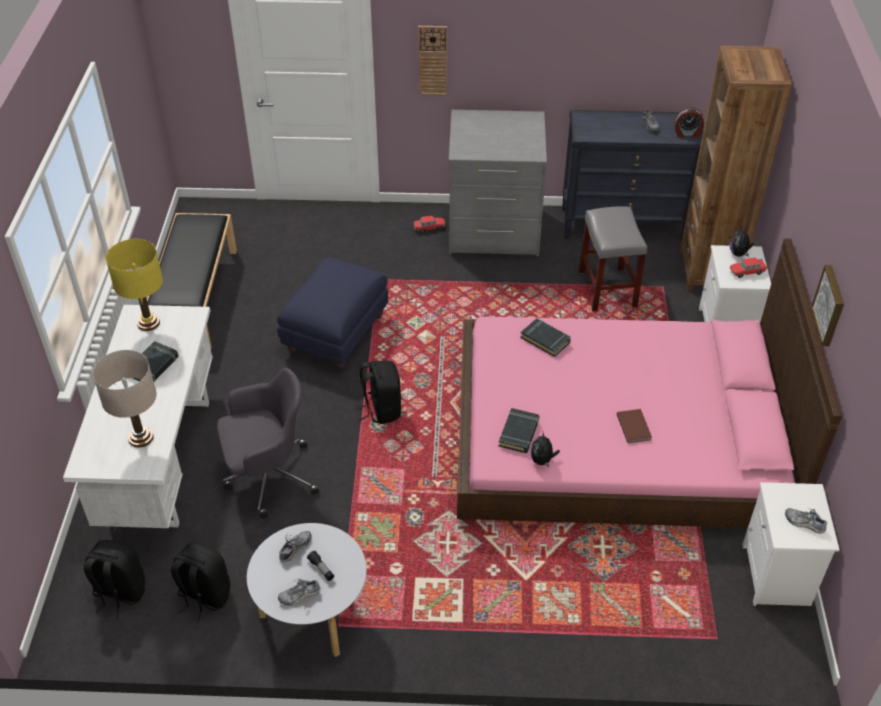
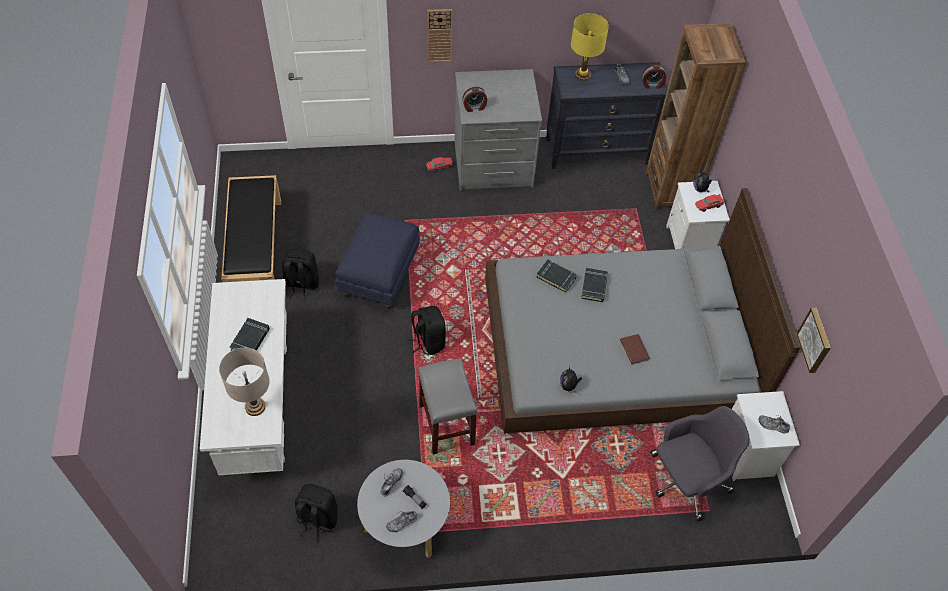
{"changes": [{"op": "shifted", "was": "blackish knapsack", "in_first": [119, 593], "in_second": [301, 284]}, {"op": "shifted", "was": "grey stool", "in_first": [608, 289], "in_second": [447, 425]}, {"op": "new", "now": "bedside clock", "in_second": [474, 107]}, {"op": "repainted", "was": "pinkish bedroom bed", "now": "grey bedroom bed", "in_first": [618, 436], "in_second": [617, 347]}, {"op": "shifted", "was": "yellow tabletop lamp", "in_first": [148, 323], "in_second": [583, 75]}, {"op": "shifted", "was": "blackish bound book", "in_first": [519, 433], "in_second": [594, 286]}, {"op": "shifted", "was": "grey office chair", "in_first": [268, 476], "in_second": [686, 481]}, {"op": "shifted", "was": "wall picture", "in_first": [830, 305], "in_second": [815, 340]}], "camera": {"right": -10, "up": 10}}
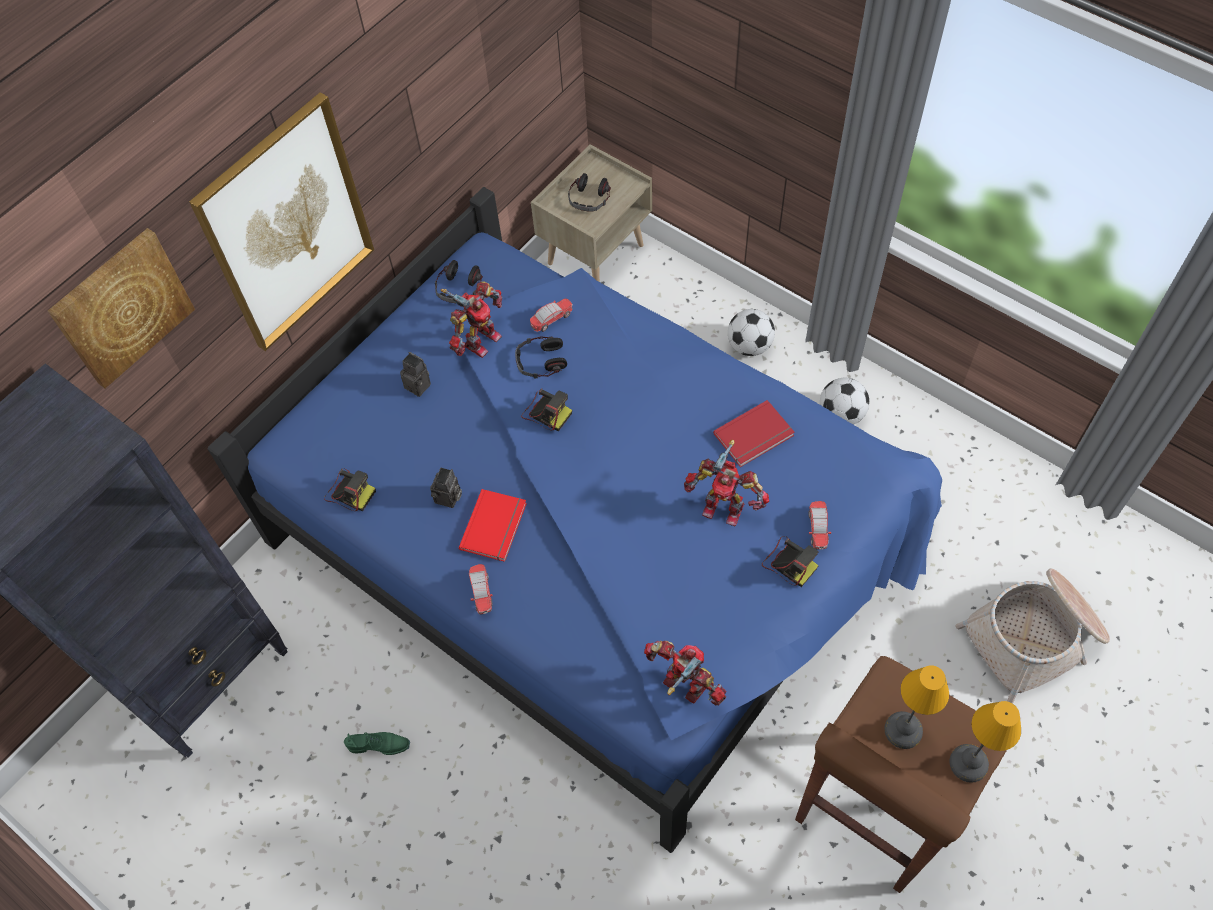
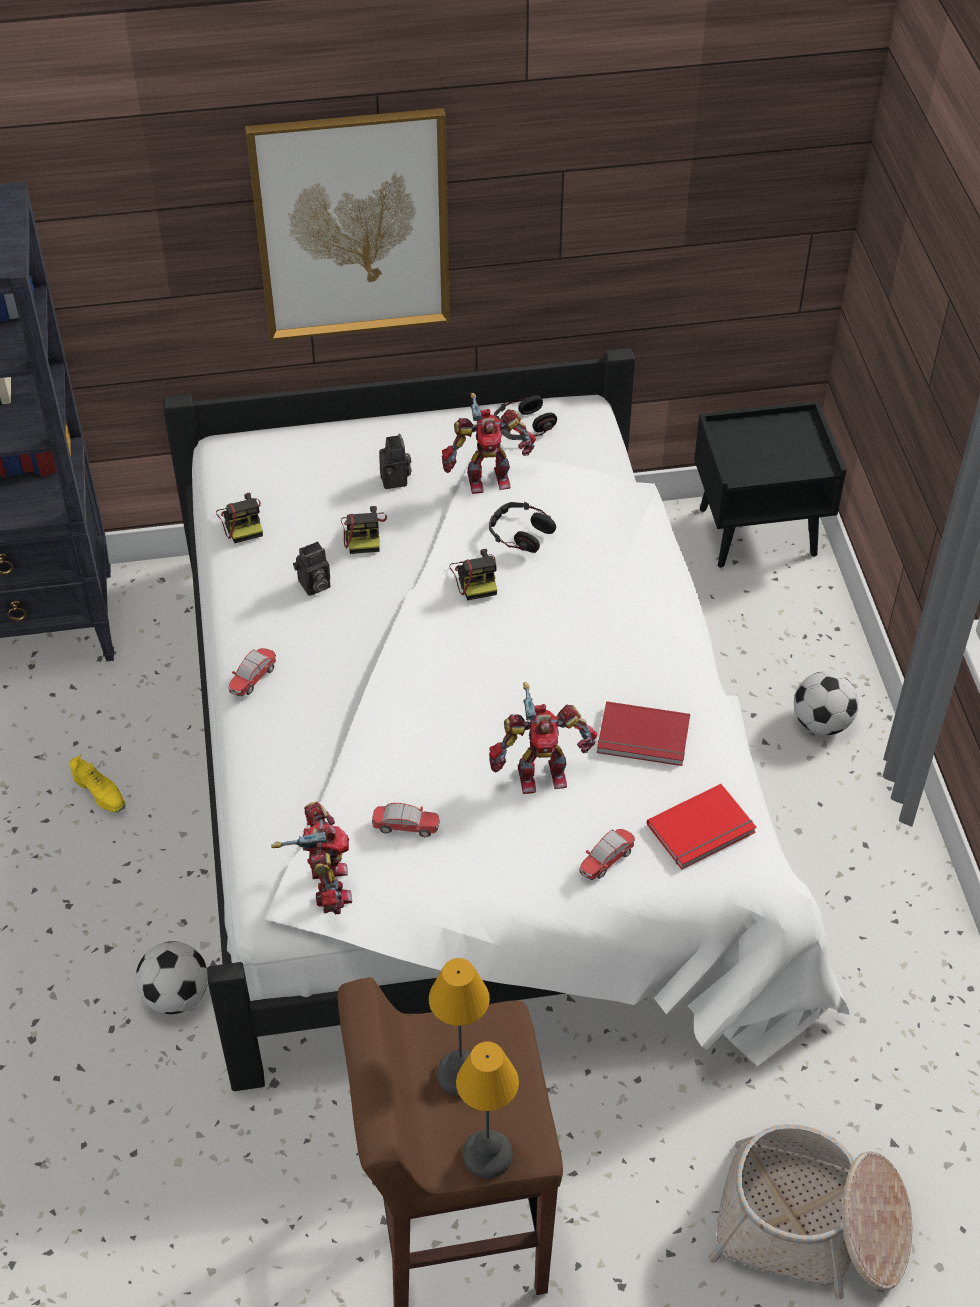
{"changes": [{"op": "repainted", "was": "green item of footwear", "now": "yellow item of footwear", "in_first": [379, 745], "in_second": [100, 792]}, {"op": "shifted", "was": "ball for football", "in_first": [841, 414], "in_second": [176, 995]}, {"op": "repainted", "was": "bluish bedroom bed", "now": "white-coloured bedroom bed", "in_first": [600, 537], "in_second": [475, 779]}, {"op": "shifted", "was": "photo camera", "in_first": [789, 563], "in_second": [364, 533]}, {"op": "shifted", "was": "miniature car", "in_first": [551, 320], "in_second": [405, 827]}, {"op": "rotated", "was": "robot figure", "in_first": [724, 507], "in_second": [540, 773], "clockwise": -75}, {"op": "shifted", "was": "red-coloured bound book", "in_first": [495, 526], "in_second": [703, 830]}, {"op": "repainted", "was": "sand-coloured night table", "now": "blackish night table", "in_first": [595, 253], "in_second": [758, 531]}, {"op": "gone", "was": "wall picture", "in_first": [121, 307]}, {"op": "gone", "was": "headphones", "in_first": [589, 198]}], "camera": {"right": 40, "up": -10}}
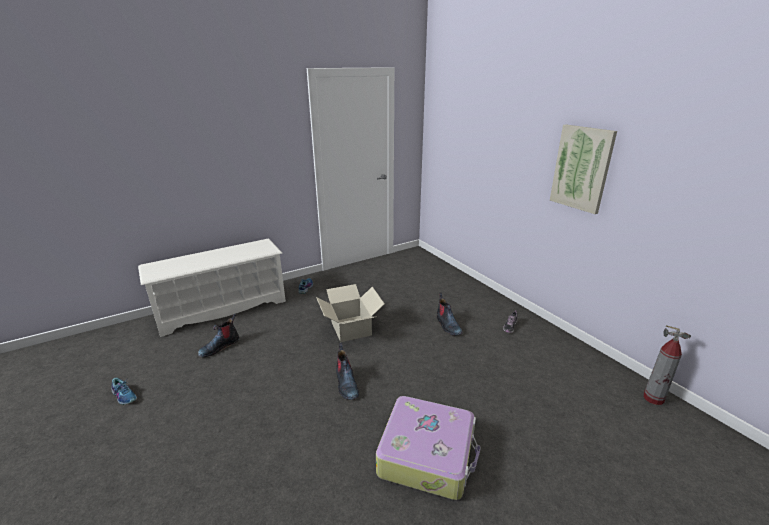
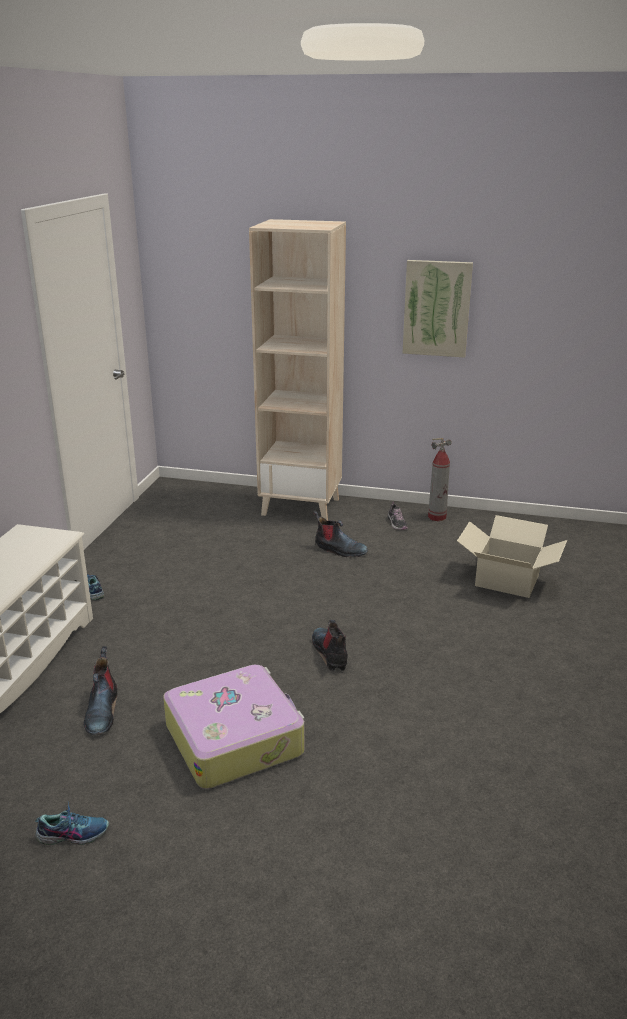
{"changes": [{"op": "shifted", "was": "suitcase", "in_first": [427, 454], "in_second": [235, 738]}, {"op": "new", "now": "sand-coloured bookshelf", "in_second": [301, 506]}, {"op": "rotated", "was": "tall boot", "in_first": [346, 384], "in_second": [331, 654], "clockwise": -135}, {"op": "shifted", "was": "extinguisher", "in_first": [653, 398], "in_second": [437, 517]}, {"op": "shifted", "was": "packing box", "in_first": [350, 328], "in_second": [507, 581]}], "camera": {"right": -45, "up": 0}}
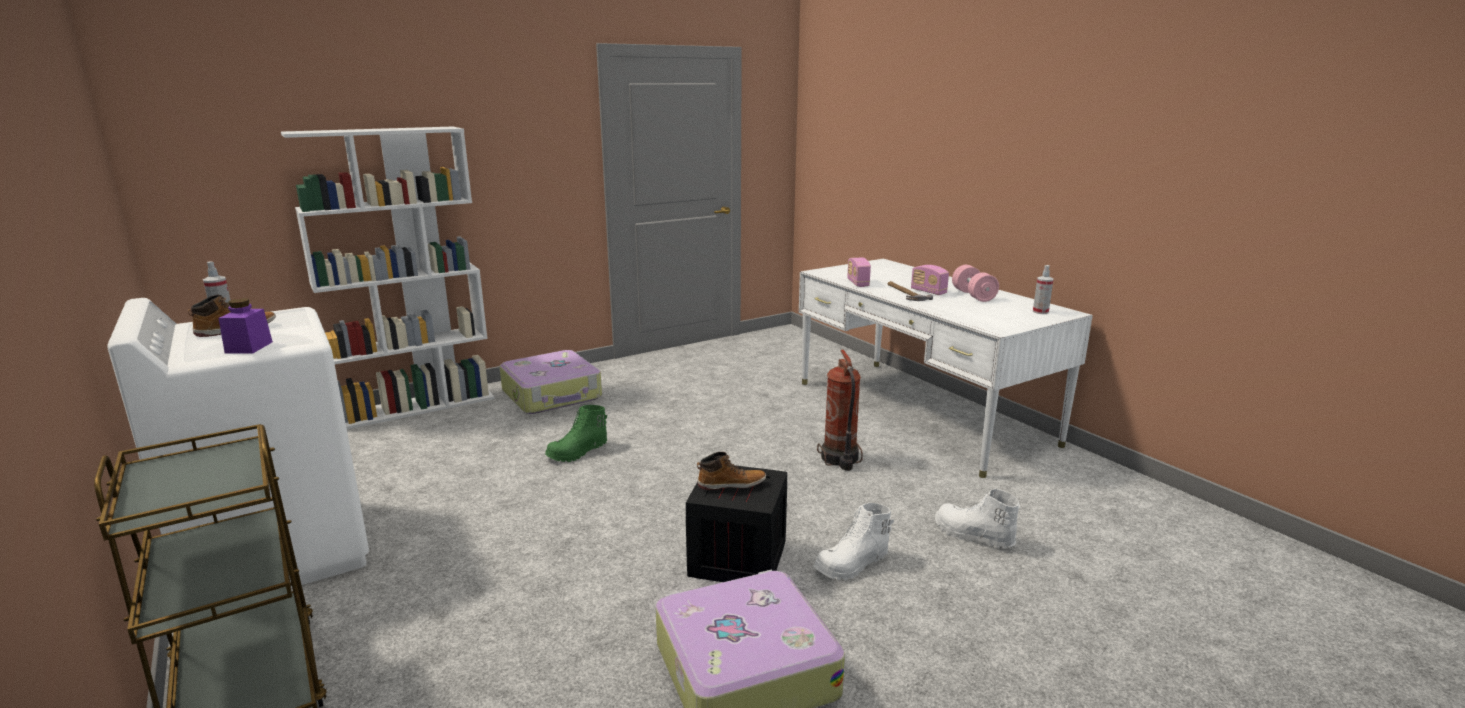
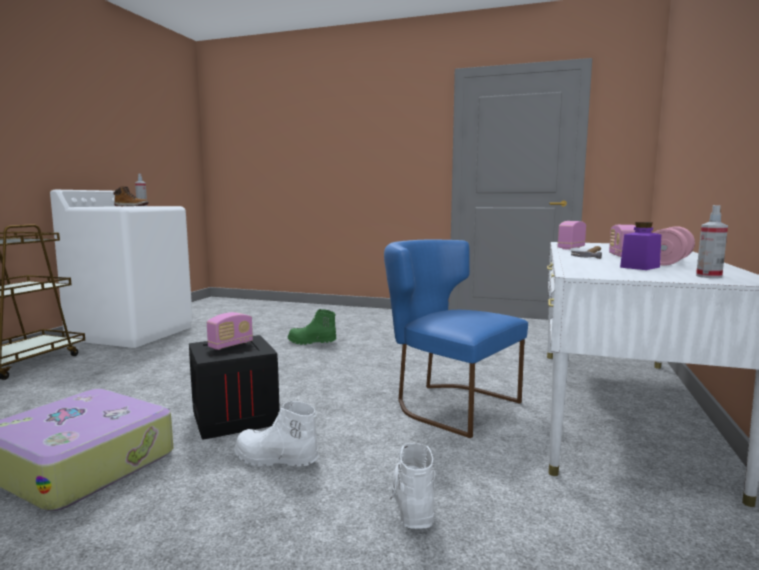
{"changes": [{"op": "swapped", "was": "tall boot", "now": "radio receiver", "in_first": [731, 484], "in_second": [231, 345]}, {"op": "swapped", "was": "extinguisher", "now": "bluish upright chair", "in_first": [839, 459], "in_second": [448, 404]}, {"op": "shifted", "was": "purple-coloured storage jar", "in_first": [249, 347], "in_second": [640, 267]}, {"op": "gone", "was": "white-coloured bookshelf", "in_first": [417, 406]}, {"op": "gone", "was": "suitcase", "in_first": [553, 395]}], "camera": {"right": 50, "up": -10}}
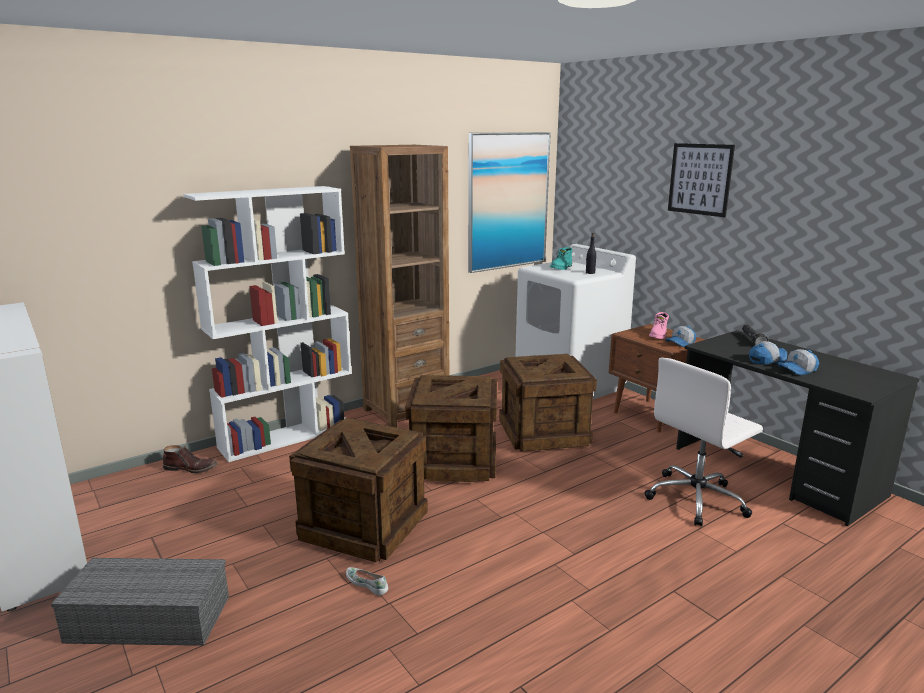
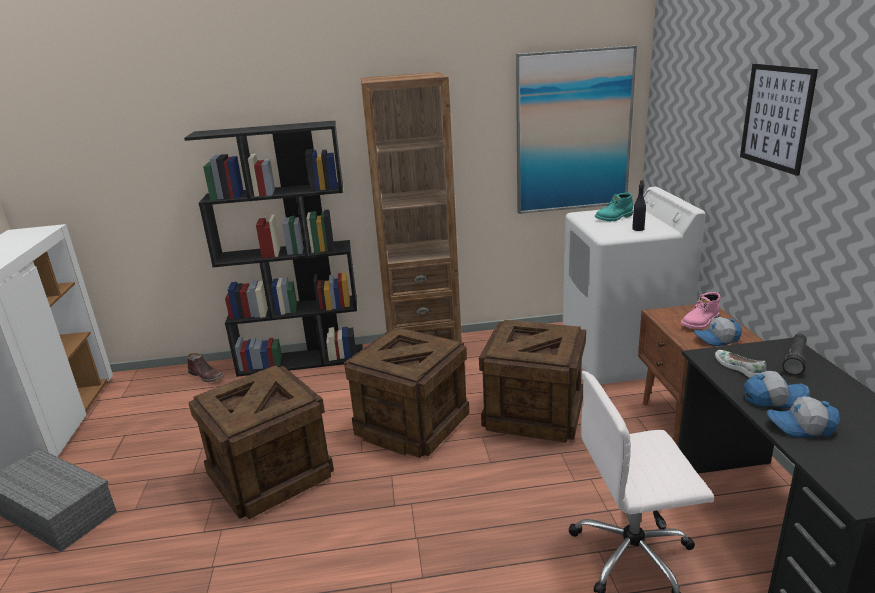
{"changes": [{"op": "repainted", "was": "white-coloured bookshelf", "now": "blackish bookshelf", "in_first": [288, 436], "in_second": [302, 360]}, {"op": "shifted", "was": "white-coloured item of footwear", "in_first": [367, 584], "in_second": [739, 368]}], "camera": {"right": 30, "up": 5}}
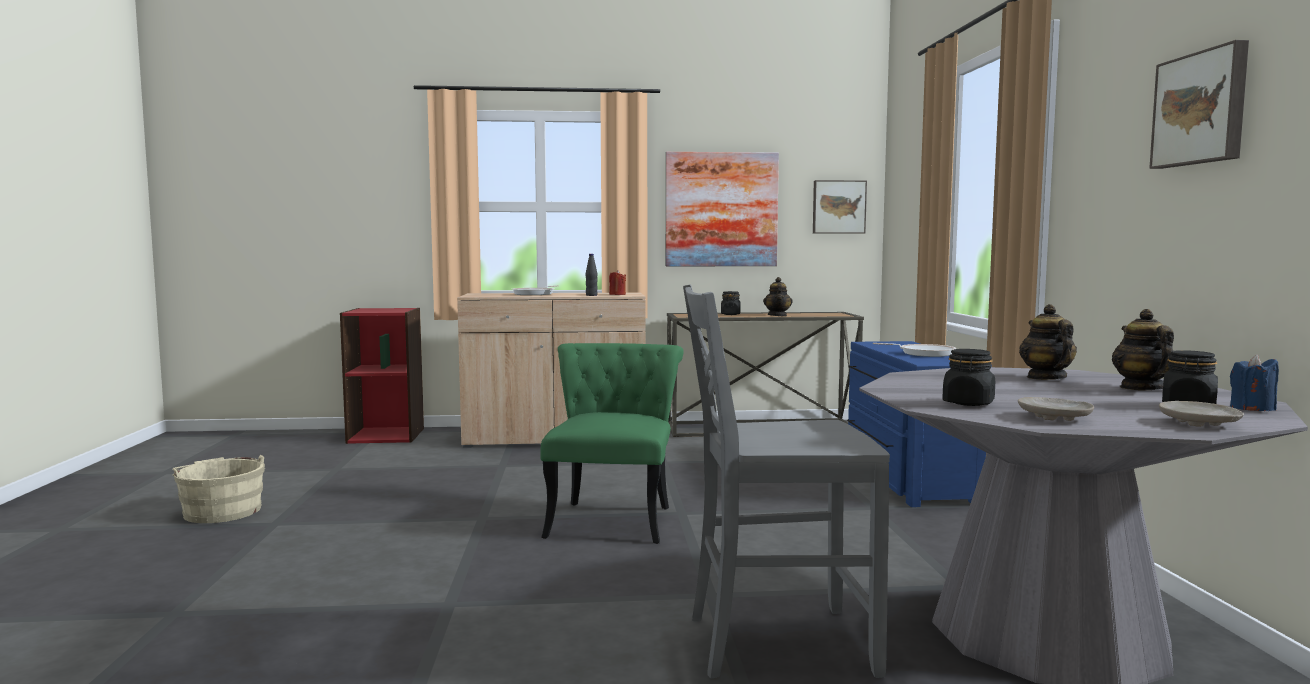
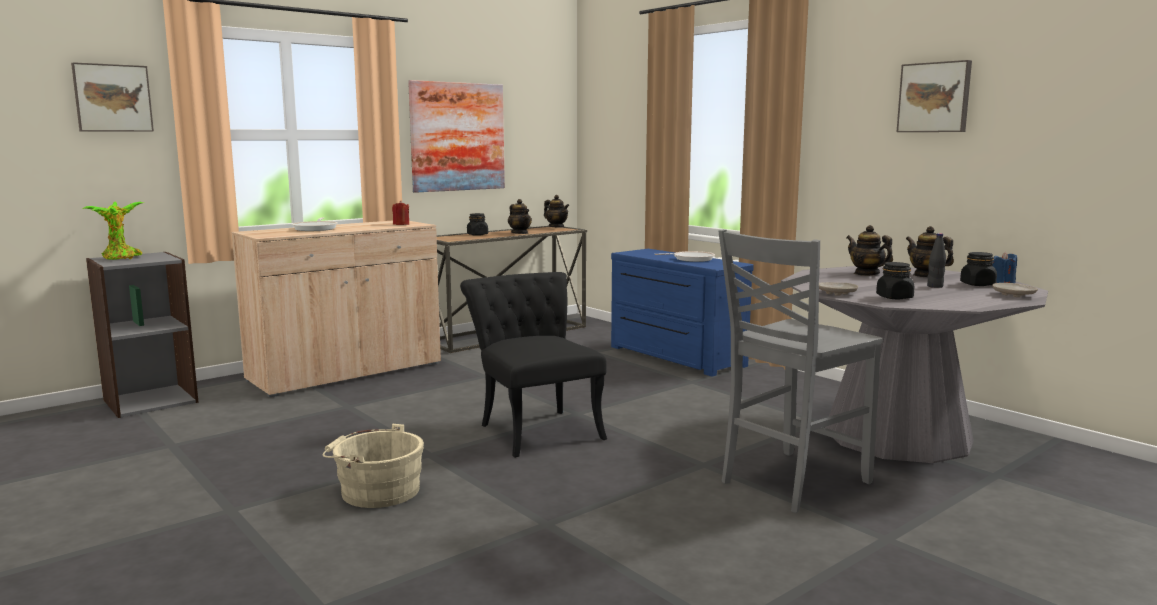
{"changes": [{"op": "shifted", "was": "wall picture", "in_first": [838, 207], "in_second": [112, 98]}, {"op": "new", "now": "houseplant", "in_second": [121, 258]}, {"op": "repainted", "was": "red-coloured bookshelf", "now": "grey bookshelf", "in_first": [386, 435], "in_second": [150, 401]}, {"op": "shifted", "was": "sand-coloured bucket", "in_first": [221, 511], "in_second": [376, 491]}, {"op": "repainted", "was": "green upright chair", "now": "blackish upright chair", "in_first": [613, 517], "in_second": [535, 428]}, {"op": "new", "now": "pot for tea", "in_second": [556, 227]}, {"op": "shifted", "was": "sand-coloured flat dish", "in_first": [1055, 418], "in_second": [836, 293]}, {"op": "shifted", "was": "blackish drink bottle", "in_first": [591, 295], "in_second": [935, 286]}], "camera": {"right": -35, "up": 5}}
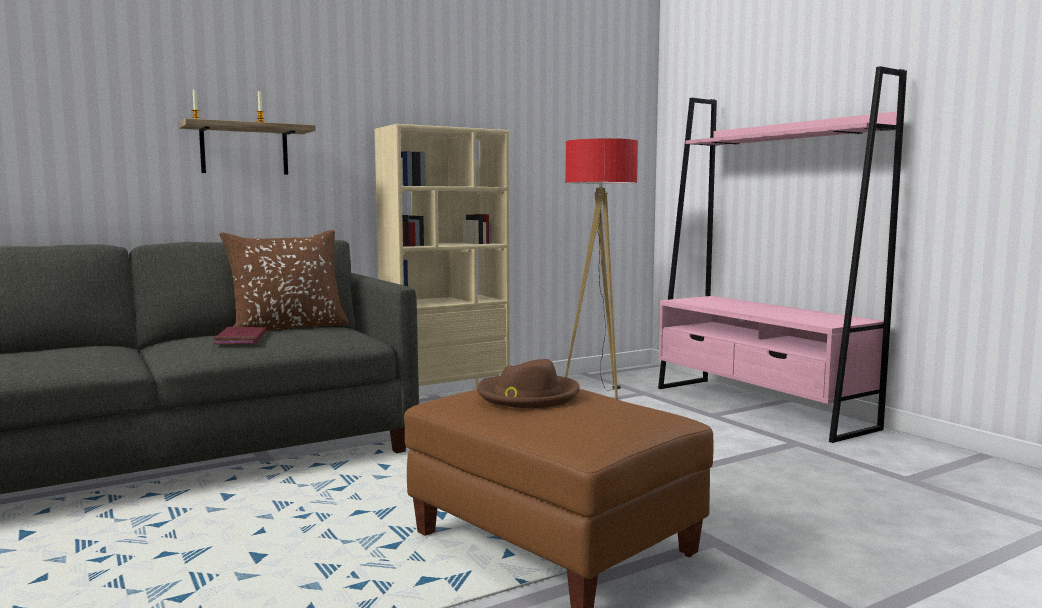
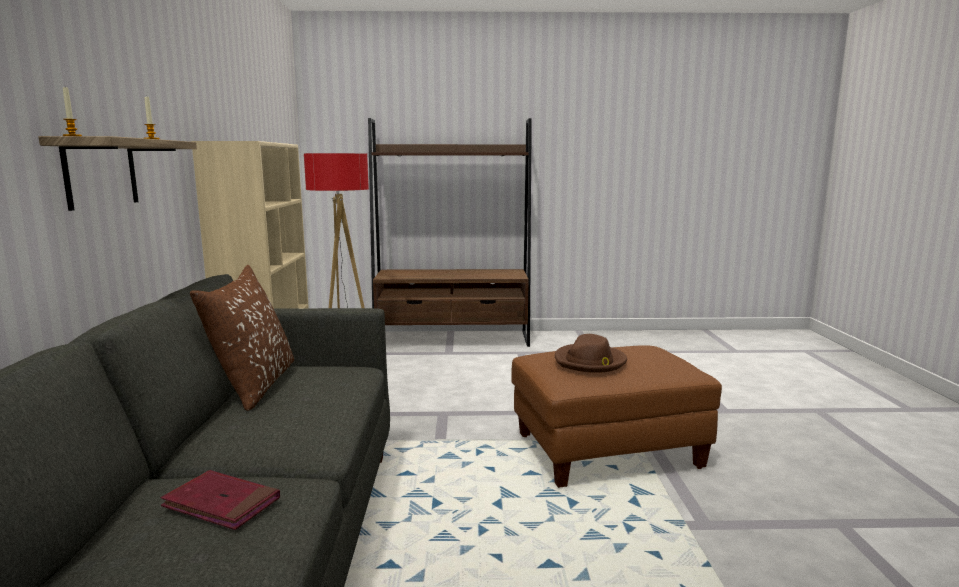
{"changes": [{"op": "shifted", "was": "red-coloured bound book", "in_first": [241, 339], "in_second": [222, 503]}, {"op": "repainted", "was": "pinkish bookshelf", "now": "brown-coloured bookshelf", "in_first": [759, 407], "in_second": [452, 339]}], "camera": {"right": -60, "up": 5}}
